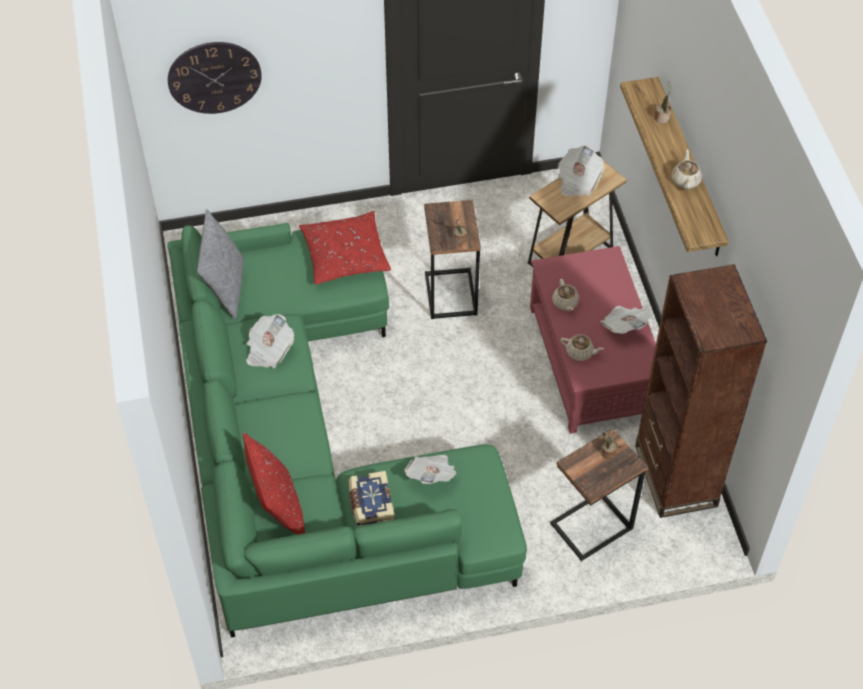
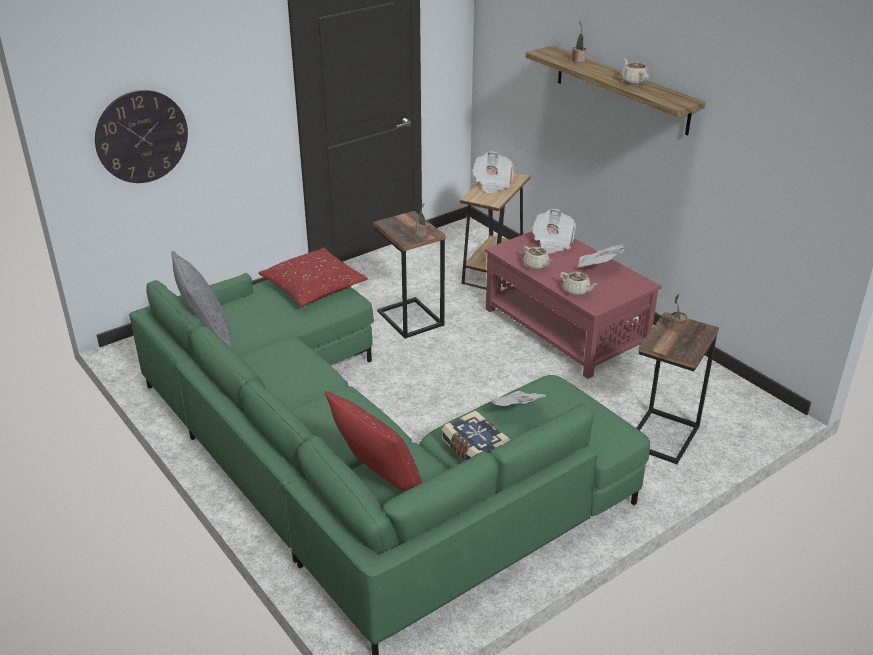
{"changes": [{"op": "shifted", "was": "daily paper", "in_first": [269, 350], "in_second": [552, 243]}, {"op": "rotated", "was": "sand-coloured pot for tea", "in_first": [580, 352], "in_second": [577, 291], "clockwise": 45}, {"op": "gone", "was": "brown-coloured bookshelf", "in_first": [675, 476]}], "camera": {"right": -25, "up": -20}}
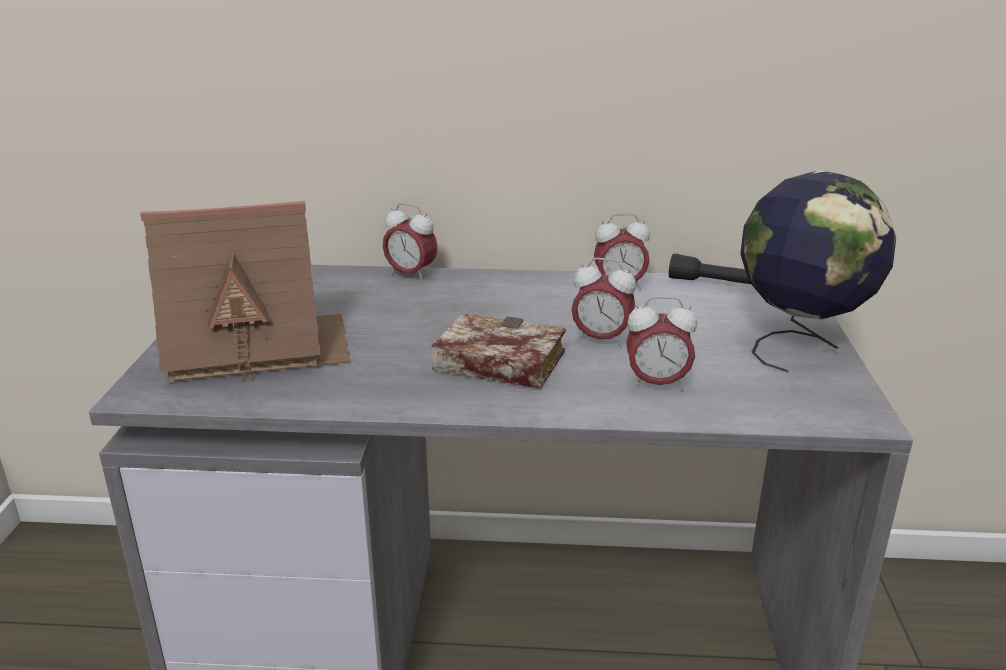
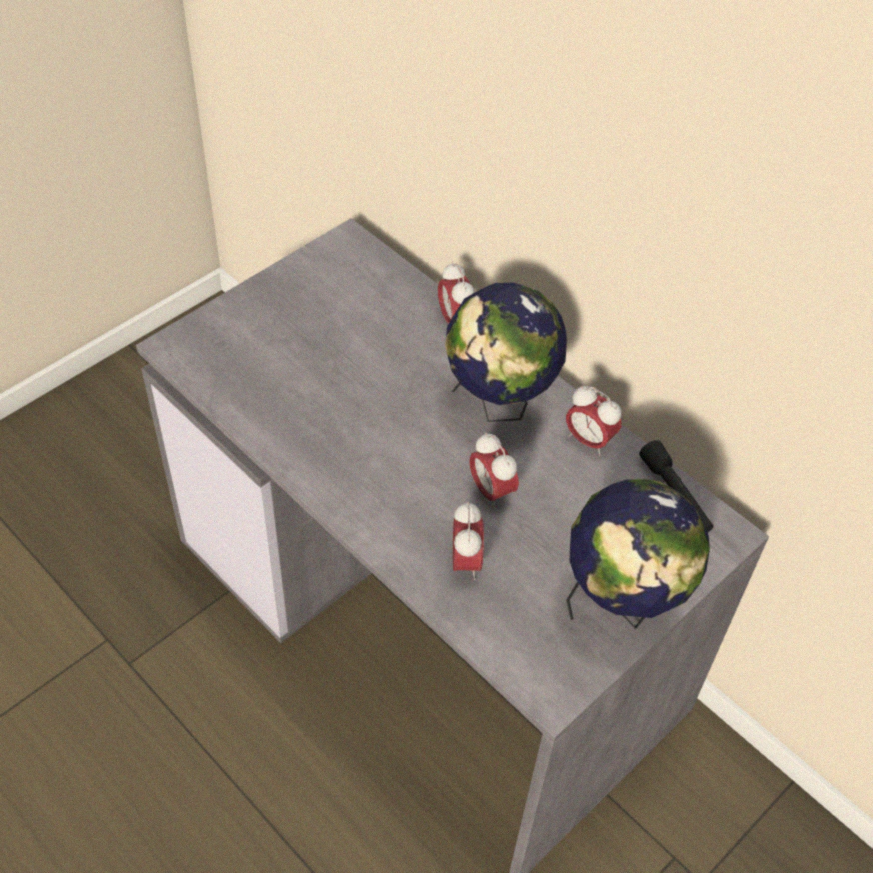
{"changes": [{"op": "new", "now": "globe", "in_second": [499, 405]}, {"op": "rotated", "was": "bedside clock", "in_first": [656, 384], "in_second": [465, 562], "clockwise": -135}, {"op": "gone", "was": "toy house", "in_first": [257, 347]}, {"op": "gone", "was": "bound book", "in_first": [493, 363]}], "camera": {"right": 40, "up": 25}}
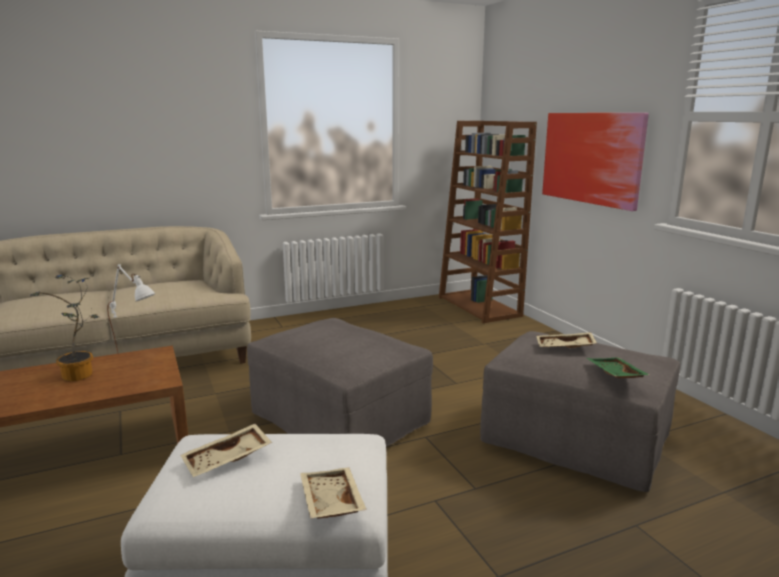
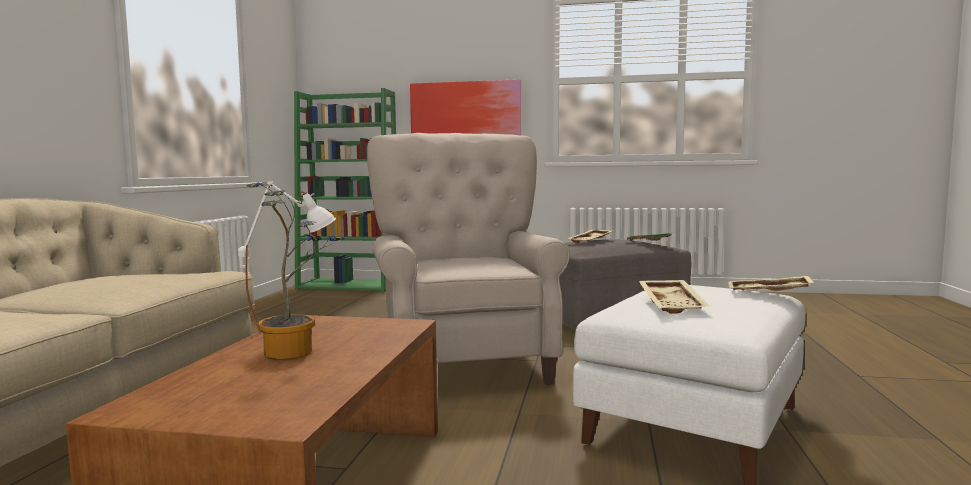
{"changes": [{"op": "repainted", "was": "brown-coloured bookshelf", "now": "green bookshelf", "in_first": [480, 307], "in_second": [350, 286]}, {"op": "swapped", "was": "grey ottoman", "now": "sand-coloured lounge chair", "in_first": [341, 420], "in_second": [464, 361]}], "camera": {"right": -55, "up": -10}}
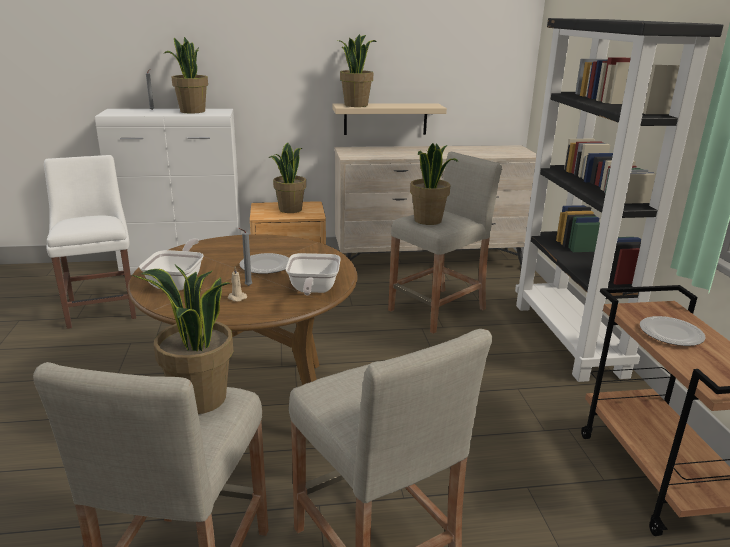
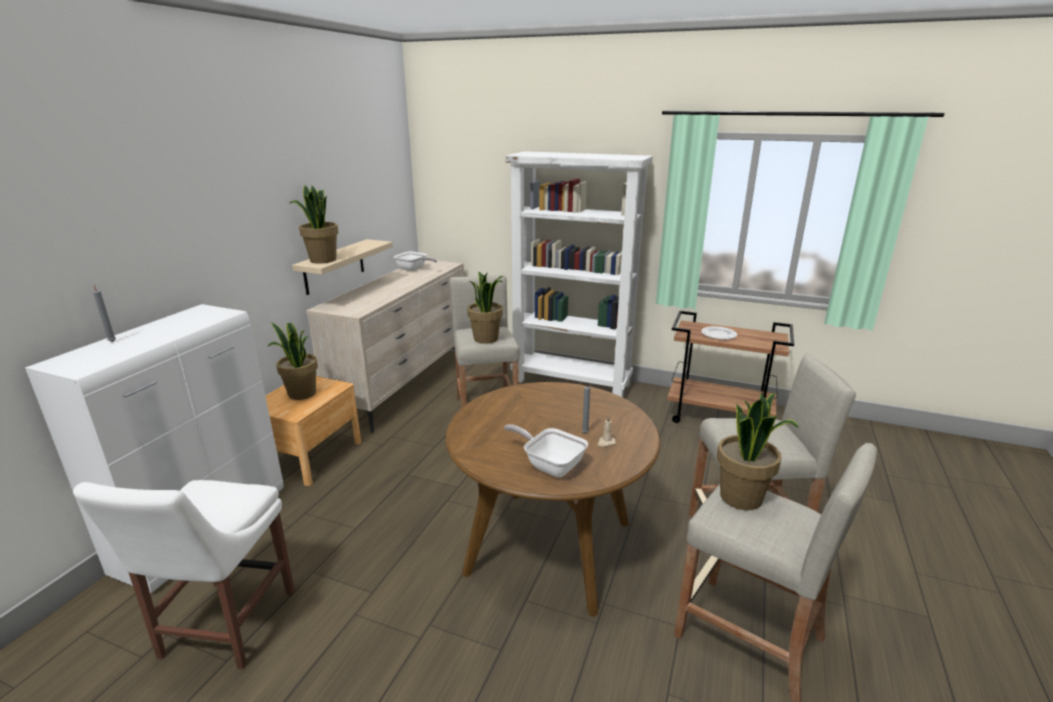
{"changes": [{"op": "rotated", "was": "white-coloured upright chair", "in_first": [102, 307], "in_second": [224, 628], "clockwise": -90}, {"op": "shifted", "was": "pan", "in_first": [312, 290], "in_second": [414, 269]}, {"op": "repainted", "was": "blackish bookshelf", "now": "white-coloured bookshelf", "in_first": [569, 339], "in_second": [572, 382]}, {"op": "gone", "was": "houseplant", "in_first": [192, 111]}, {"op": "gone", "was": "flat dish", "in_first": [266, 266]}], "camera": {"right": -60, "up": 0}}
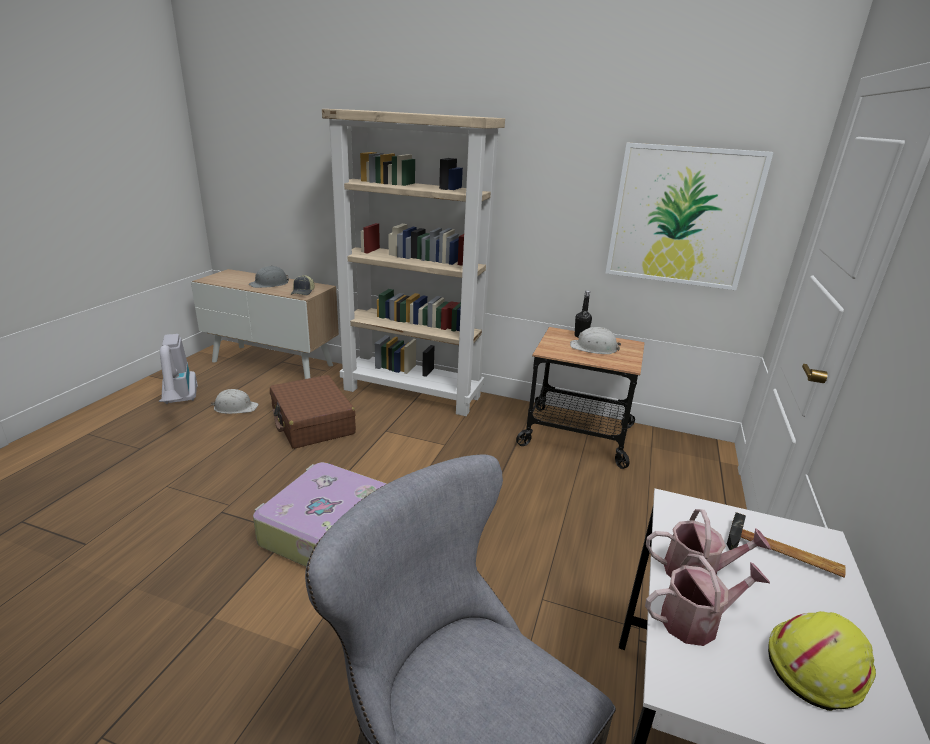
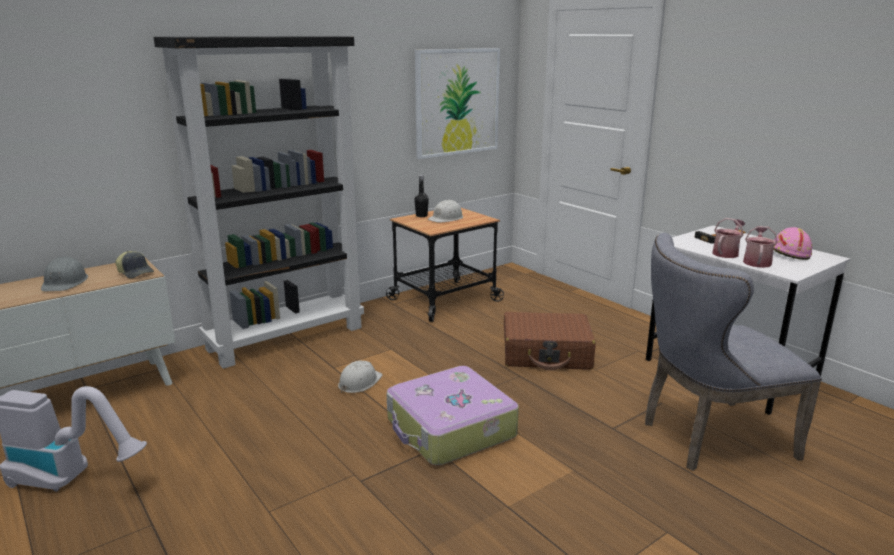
{"changes": [{"op": "repainted", "was": "sand-coloured bookshelf", "now": "blackish bookshelf", "in_first": [413, 393], "in_second": [286, 337]}, {"op": "shifted", "was": "white-coloured hard hat", "in_first": [235, 407], "in_second": [359, 382]}, {"op": "shifted", "was": "brown-coloured suitcase", "in_first": [312, 422], "in_second": [546, 353]}, {"op": "repainted", "was": "yellow hard hat", "now": "pinkish hard hat", "in_first": [815, 664], "in_second": [787, 253]}], "camera": {"right": -55, "up": -5}}
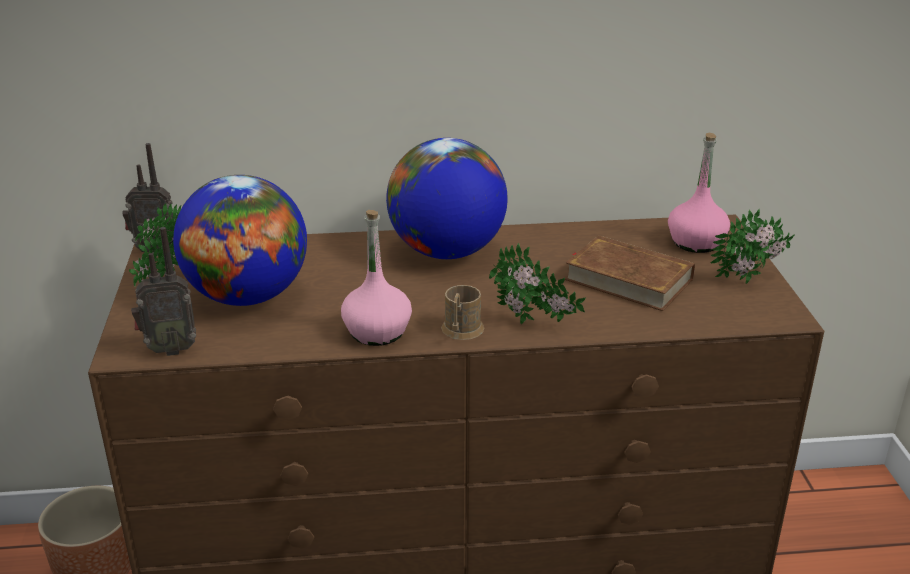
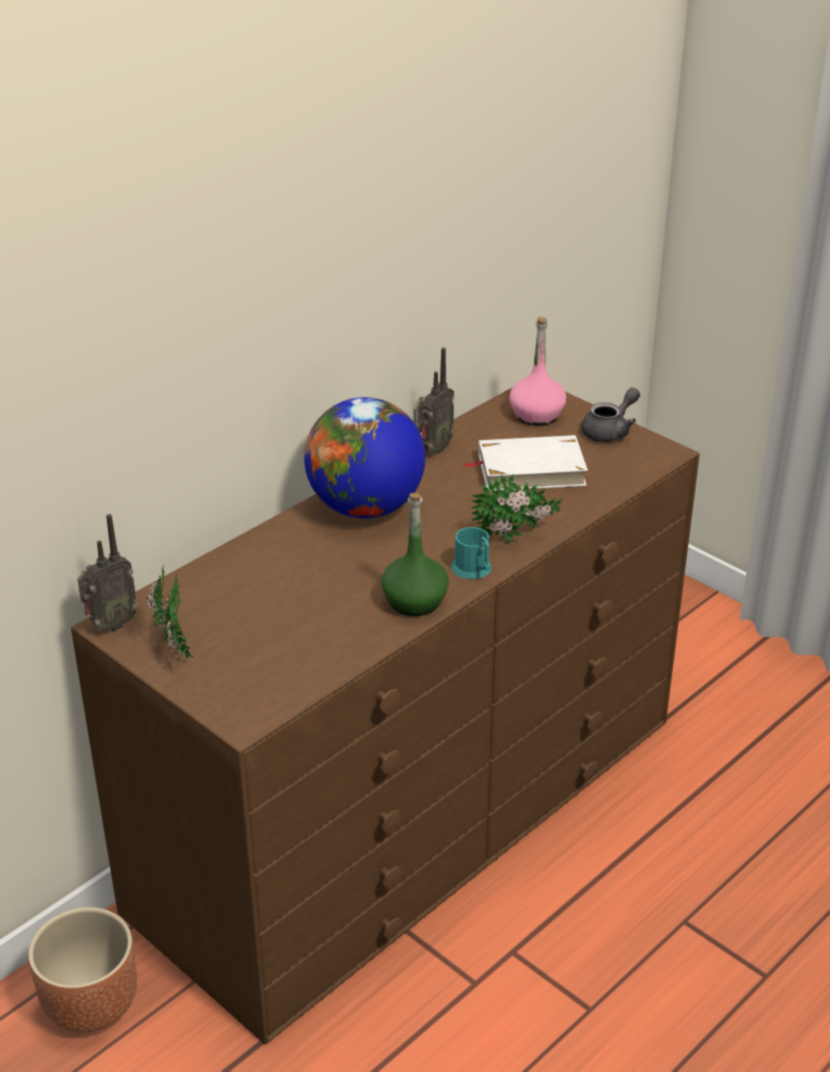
{"changes": [{"op": "repainted", "was": "pinkish drink bottle", "now": "green drink bottle", "in_first": [377, 332], "in_second": [414, 601]}, {"op": "shifted", "was": "radio receiver", "in_first": [169, 349], "in_second": [431, 450]}, {"op": "repainted", "was": "brown-coloured tea mug", "now": "turquoise tea mug", "in_first": [461, 331], "in_second": [474, 570]}, {"op": "repainted", "was": "brown-coloured bound book", "now": "white-coloured bound book", "in_first": [628, 279], "in_second": [530, 469]}, {"op": "swapped", "was": "houseplant", "now": "grey pot for tea", "in_first": [751, 279], "in_second": [610, 431]}, {"op": "gone", "was": "globe", "in_first": [247, 296]}], "camera": {"right": -40, "up": 5}}
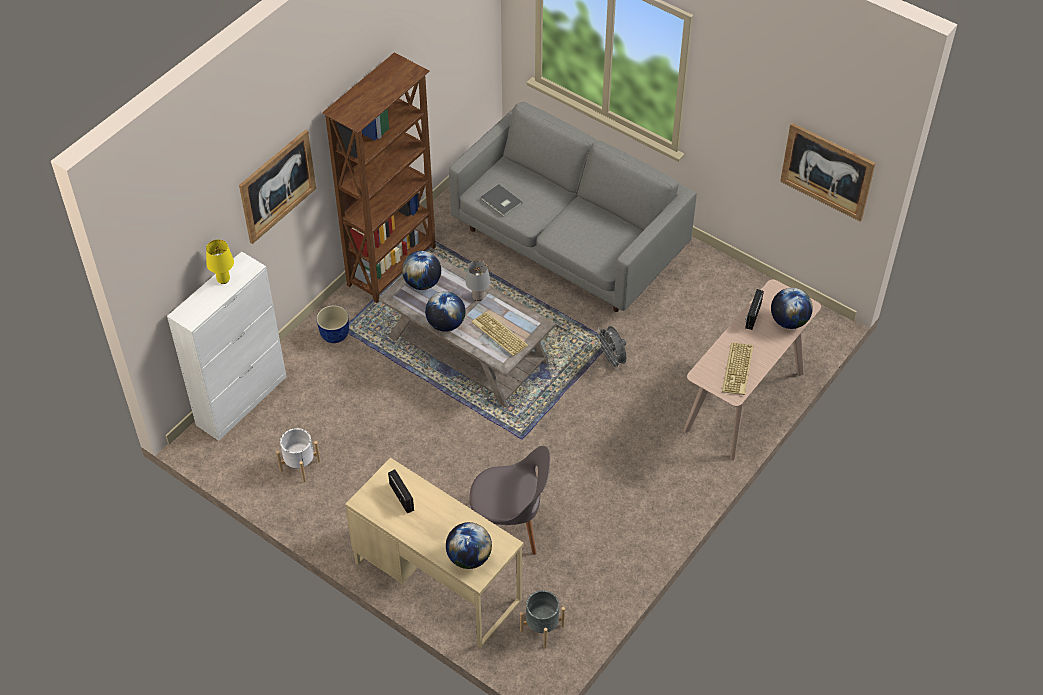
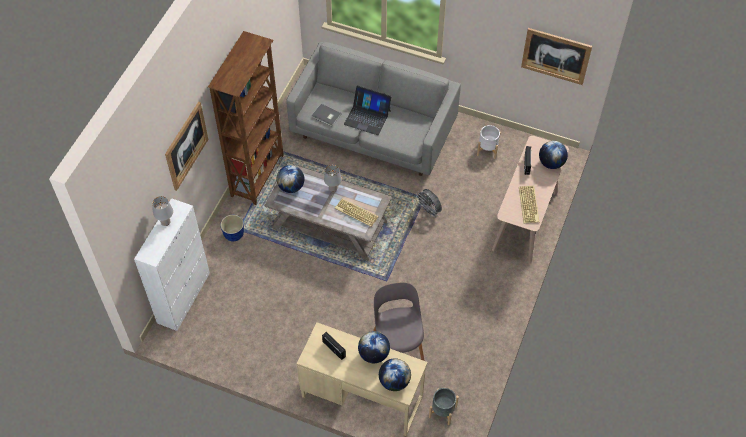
{"changes": [{"op": "repainted", "was": "yellow tabletop lamp", "now": "grey tabletop lamp", "in_first": [223, 279], "in_second": [166, 222]}, {"op": "new", "now": "notebook computer", "in_second": [367, 117]}, {"op": "shifted", "was": "globe", "in_first": [446, 324], "in_second": [374, 354]}, {"op": "rotated", "was": "grey upright chair", "in_first": [509, 526], "in_second": [398, 345], "clockwise": -90}, {"op": "shifted", "was": "white-coloured planter", "in_first": [300, 466], "in_second": [487, 150]}], "camera": {"right": -15, "up": 5}}
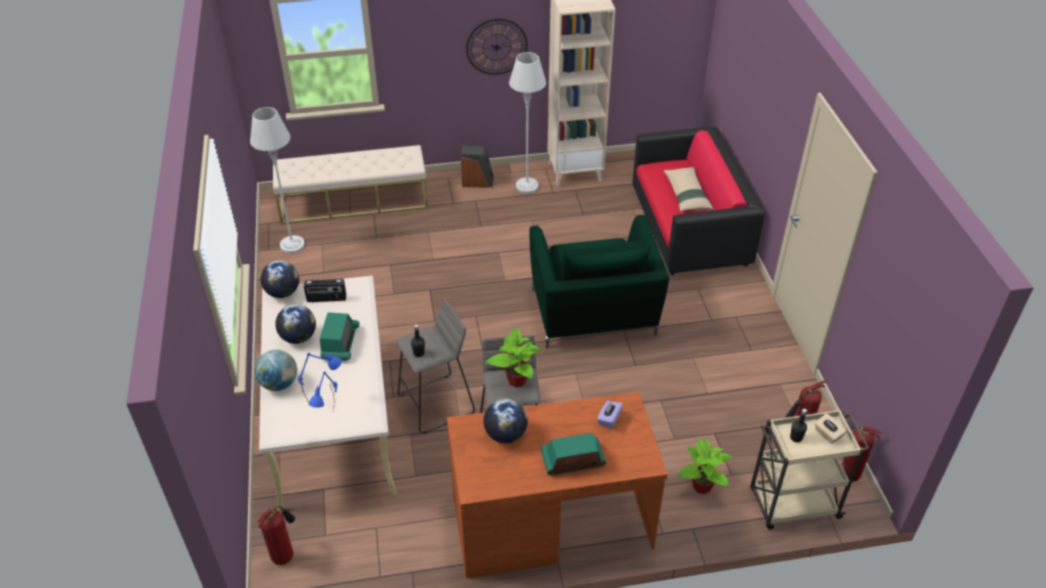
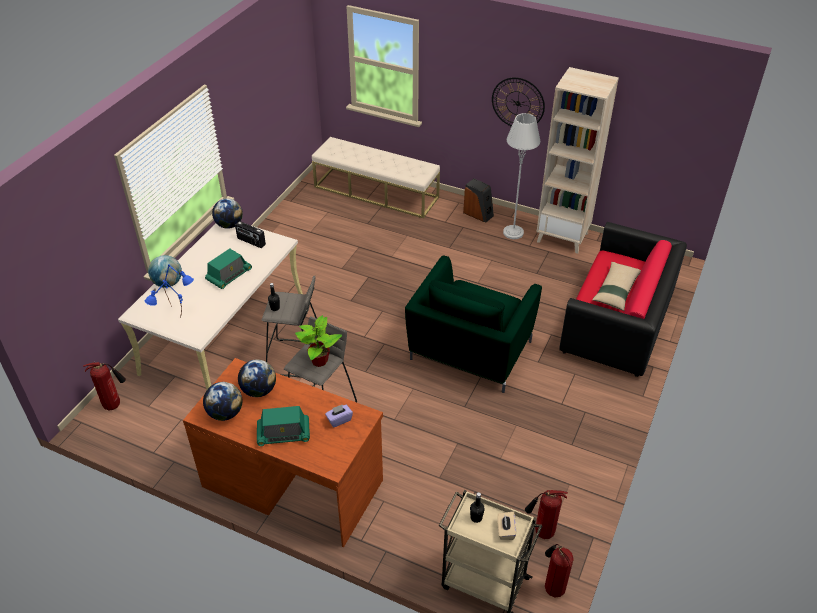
{"changes": [{"op": "shifted", "was": "globe", "in_first": [298, 337], "in_second": [225, 413]}, {"op": "rotated", "was": "radio receiver", "in_first": [572, 460], "in_second": [283, 434], "clockwise": 150}, {"op": "gone", "was": "grey standing lamp", "in_first": [292, 245]}, {"op": "gone", "was": "houseplant", "in_first": [701, 486]}], "camera": {"right": 35, "up": 0}}
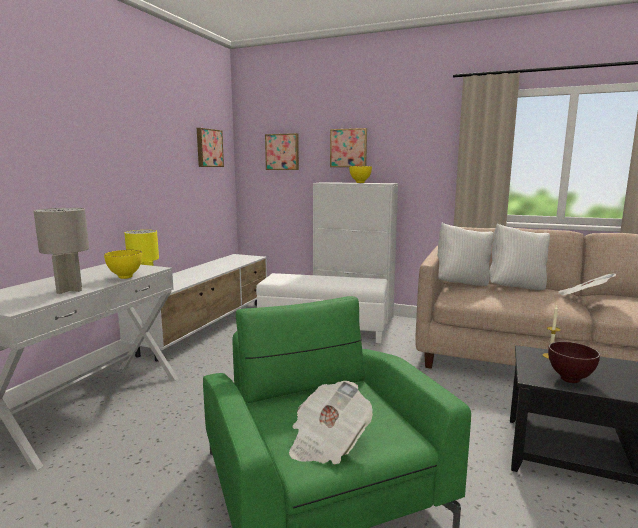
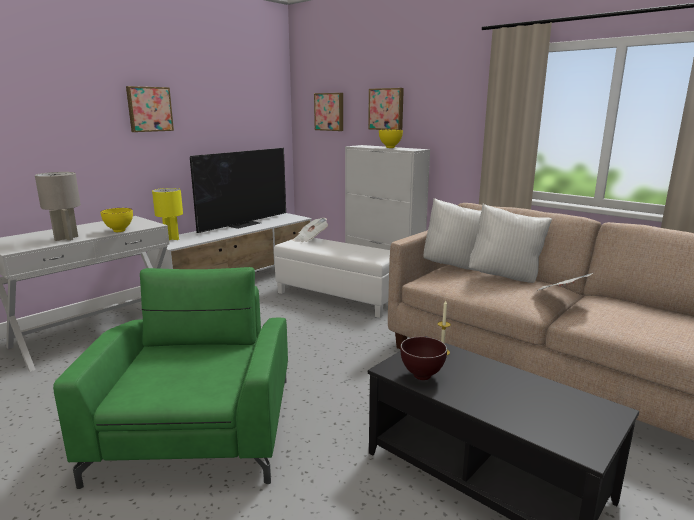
{"changes": [{"op": "shifted", "was": "wall picture", "in_first": [208, 148], "in_second": [149, 109]}, {"op": "new", "now": "television", "in_second": [244, 224]}, {"op": "shifted", "was": "daily paper", "in_first": [327, 442], "in_second": [310, 239]}], "camera": {"right": 20, "up": 5}}
